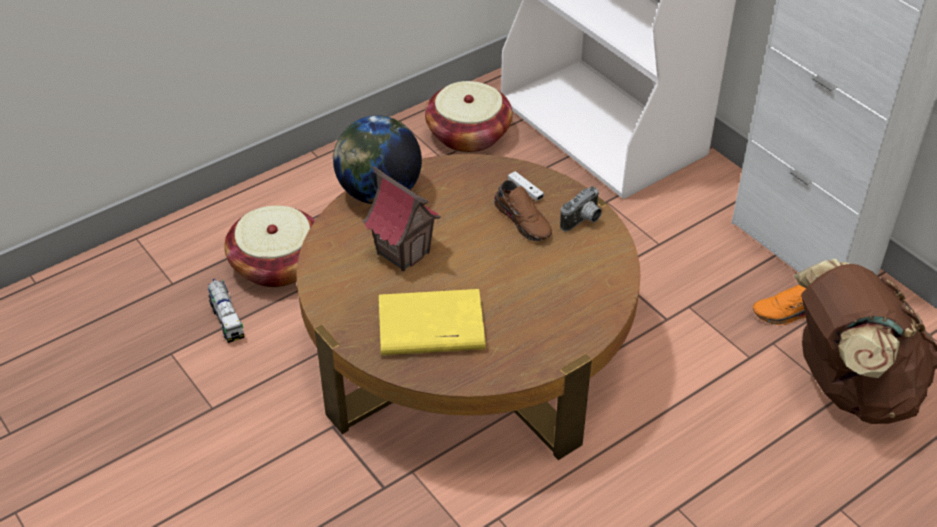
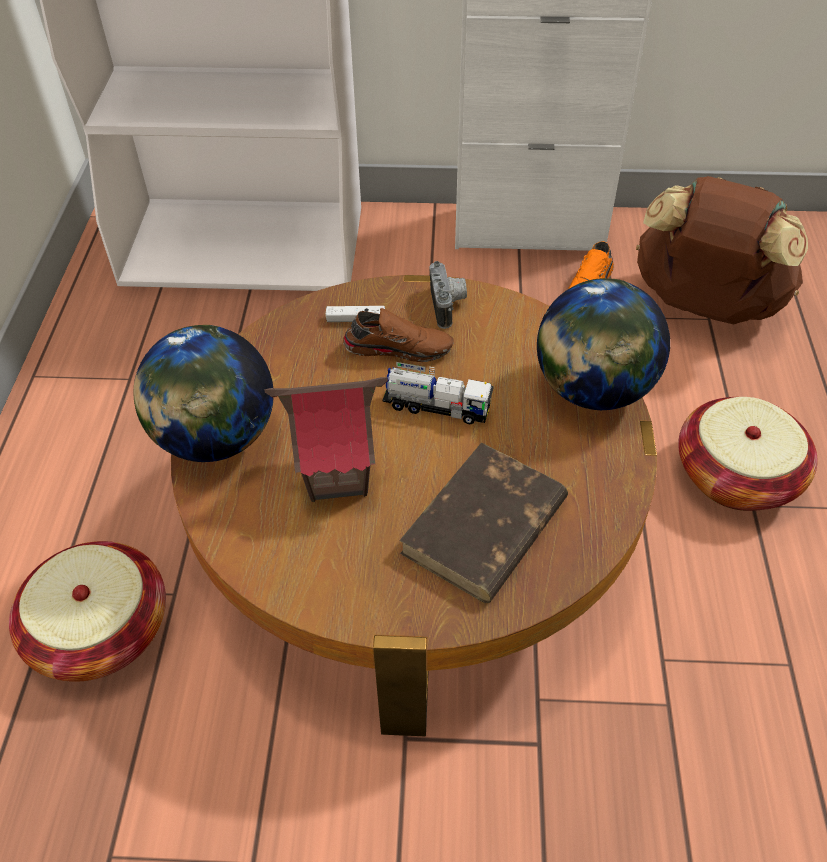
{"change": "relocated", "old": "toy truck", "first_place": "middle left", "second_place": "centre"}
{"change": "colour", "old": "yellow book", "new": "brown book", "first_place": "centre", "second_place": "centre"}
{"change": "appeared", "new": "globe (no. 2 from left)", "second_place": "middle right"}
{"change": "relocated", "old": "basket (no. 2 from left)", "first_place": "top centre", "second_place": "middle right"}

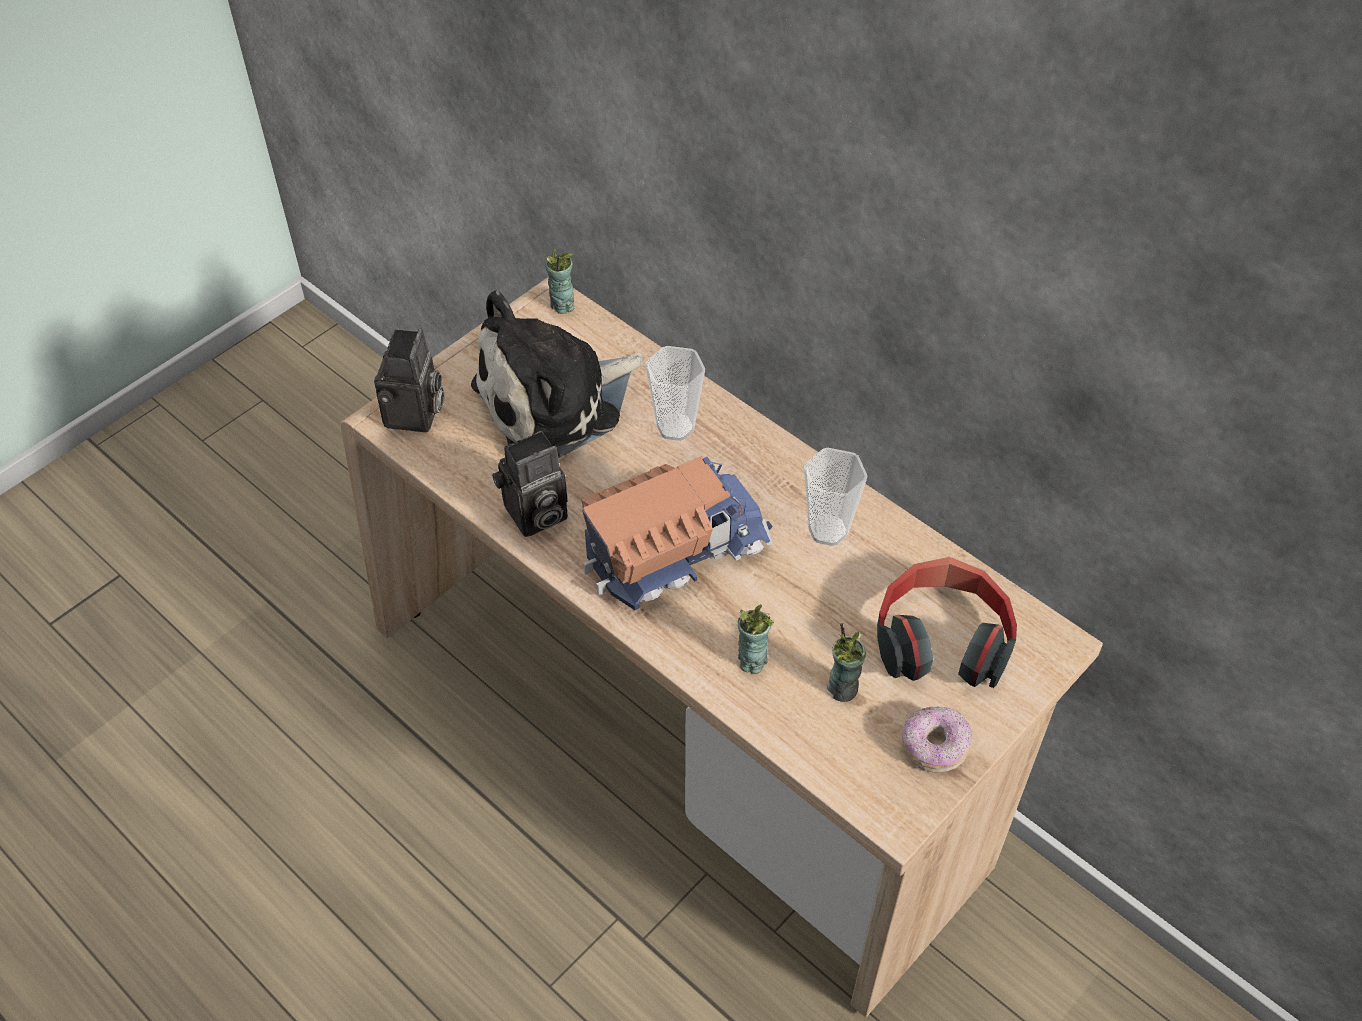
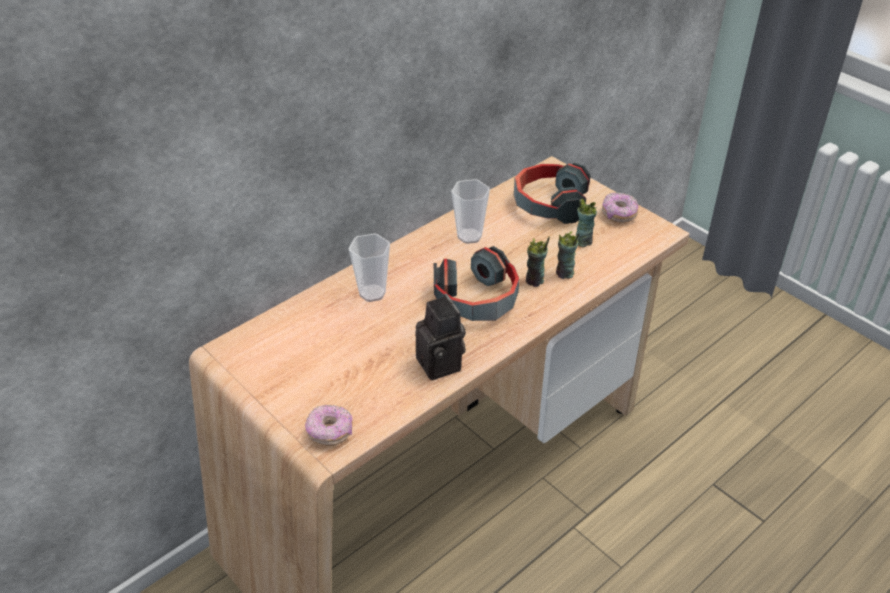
{"change": "exchanged", "old": "photo camera (no. 1 from left)", "new": "donut (no. 1 from left)", "first_place": "middle left", "second_place": "bottom centre"}
{"change": "exchanged", "old": "toy truck", "new": "headphones (no. 1 from left)", "first_place": "centre", "second_place": "centre"}
{"change": "relocated", "old": "cup (no. 1 from left in the first image)", "new": "cup (no. 3 from left)", "first_place": "top centre", "second_place": "centre"}
{"change": "missing", "old": "plush toy", "first_place": "centre"}

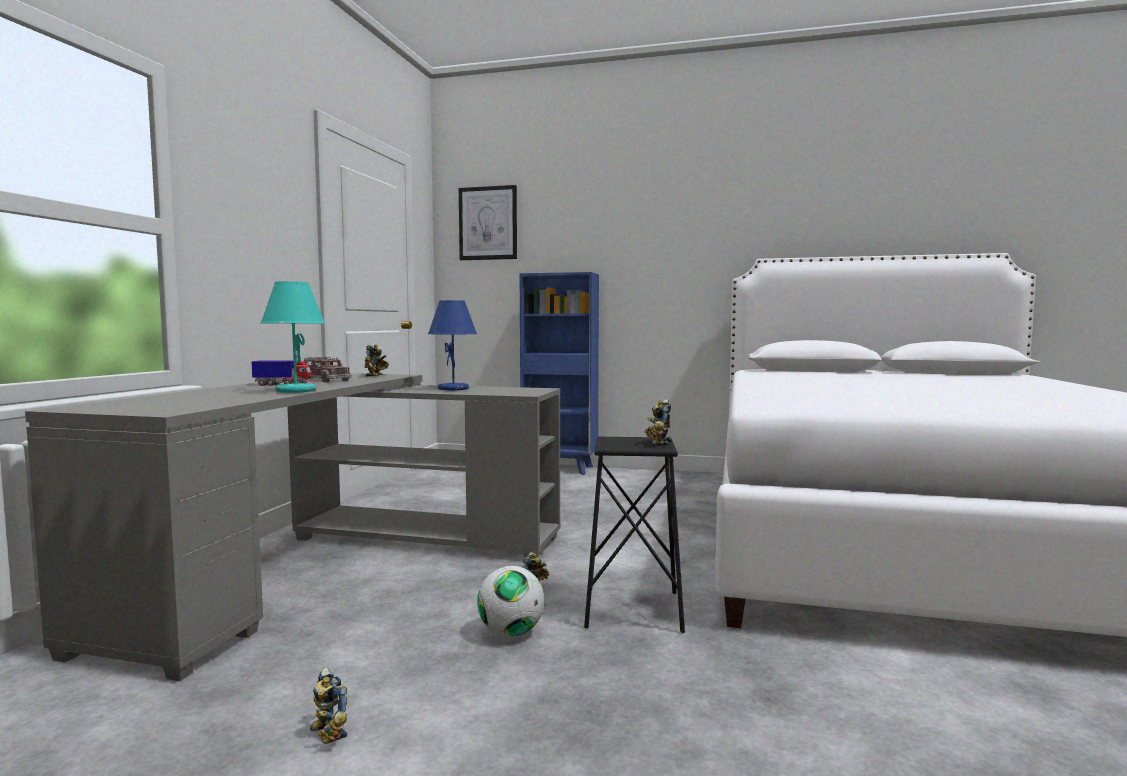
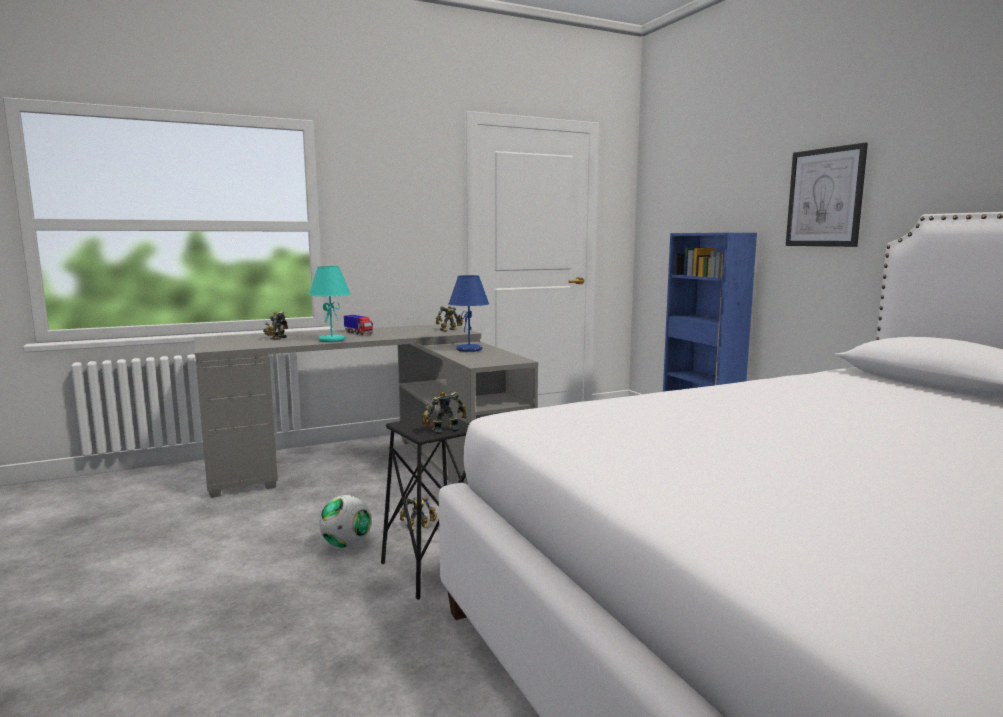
{"change": "relocated", "old": "toy robot (no. 1 from left)", "first_place": "bottom left", "second_place": "middle left"}
{"change": "relocated", "old": "picture", "first_place": "top centre", "second_place": "top right"}
{"change": "missing", "old": "toy truck (no. 2 from left)", "first_place": "middle left"}

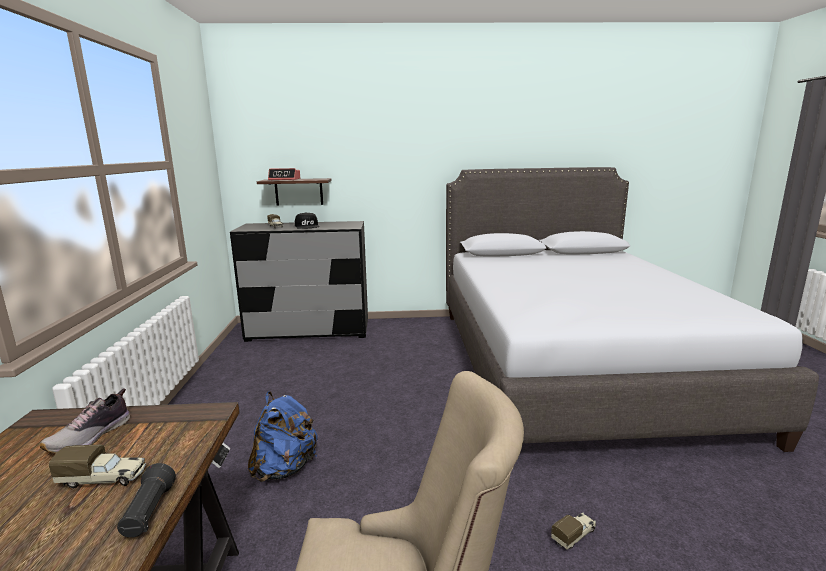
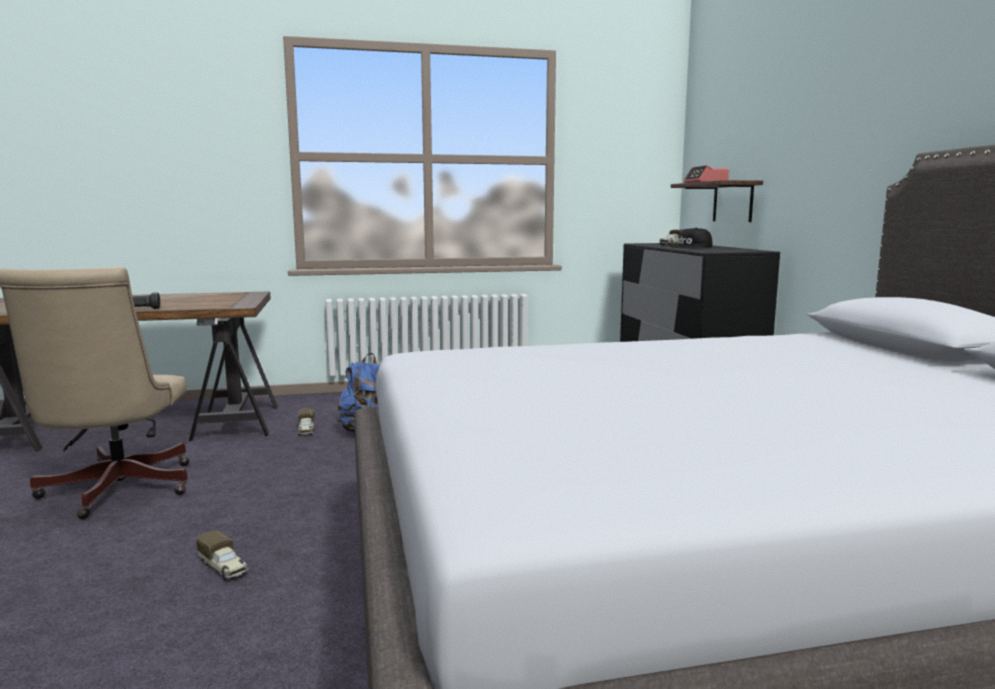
{"change": "relocated", "old": "toy truck (no. 1 from left in the first image)", "new": "toy truck (no. 2 from left)", "first_place": "bottom left", "second_place": "middle left"}
{"change": "missing", "old": "shoe", "first_place": "bottom left"}

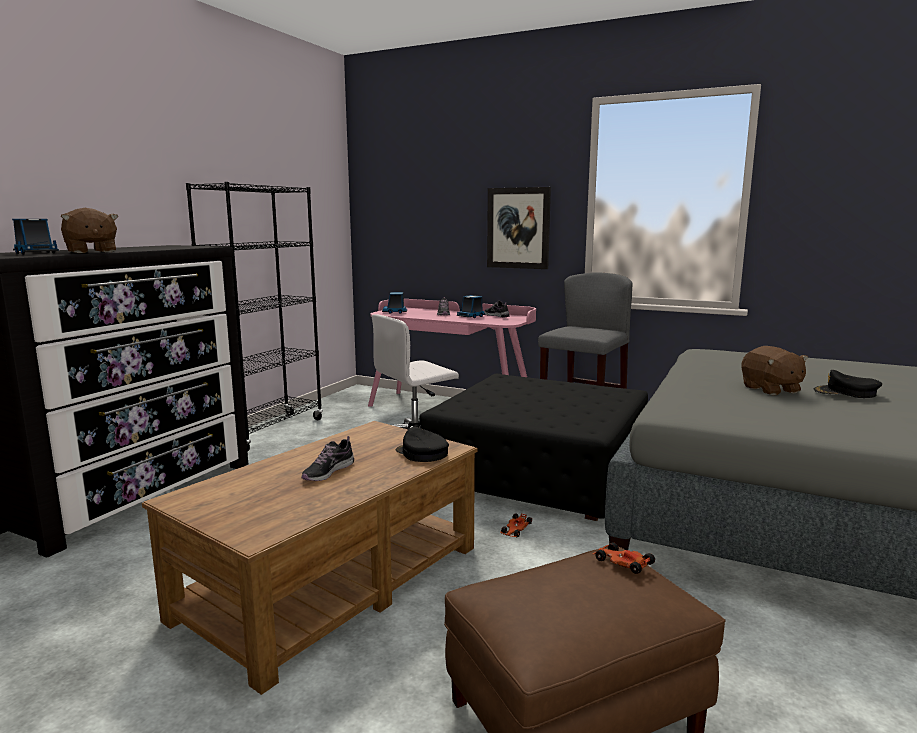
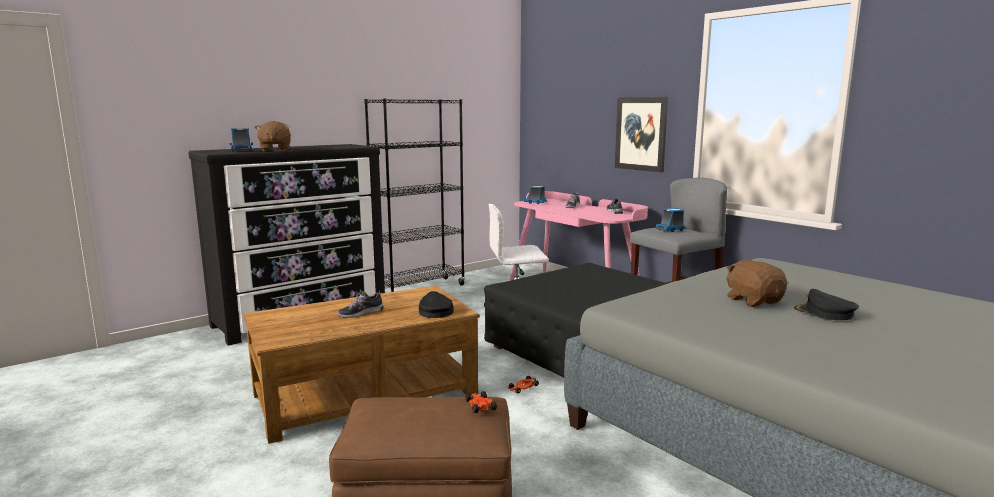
{"change": "relocated", "old": "toy truck (no. 3 from left)", "first_place": "centre", "second_place": "middle right"}
{"change": "spun", "old": "brown plush toy (no. 2 from left)", "first_place": "middle right", "second_place": "middle right", "degrees": 150}

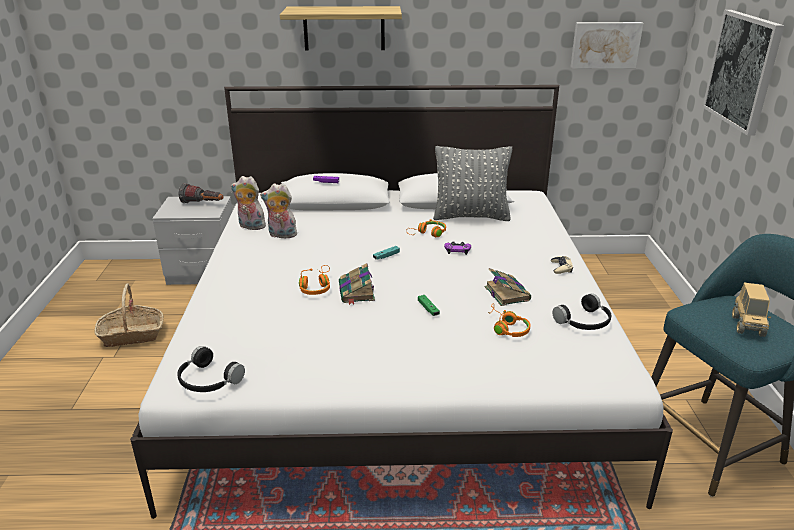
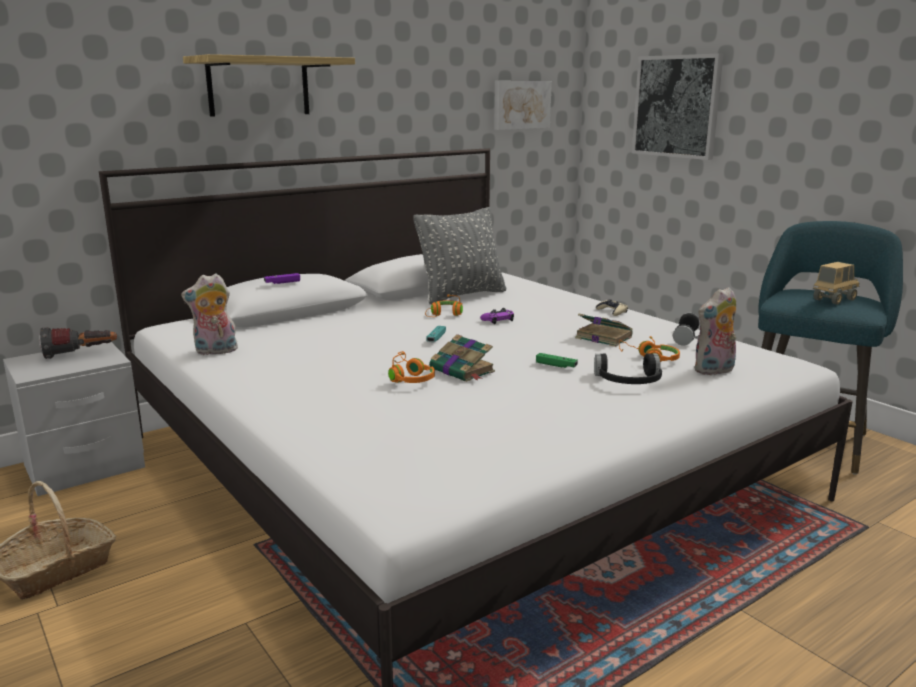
{"change": "relocated", "old": "black headphones (no. 1 from left)", "first_place": "bottom left", "second_place": "middle right"}
{"change": "relocated", "old": "plush toy (no. 2 from left)", "first_place": "centre", "second_place": "middle right"}
{"change": "spun", "old": "toy truck", "first_place": "middle right", "second_place": "middle right", "degrees": -105}

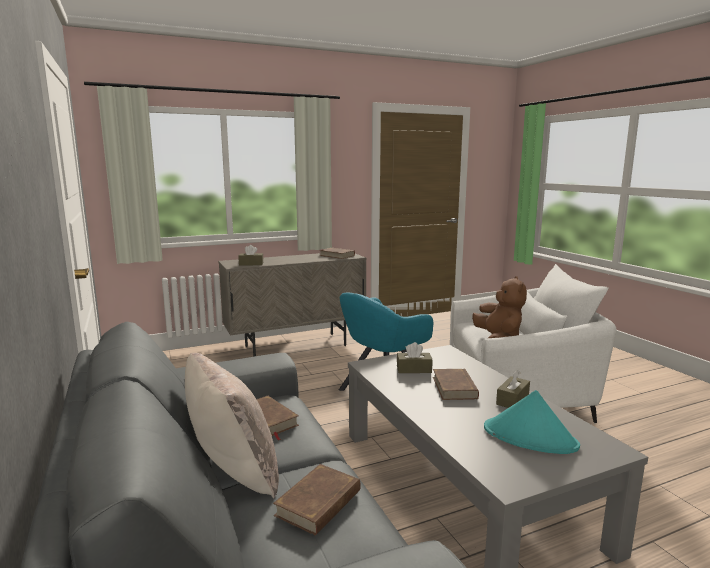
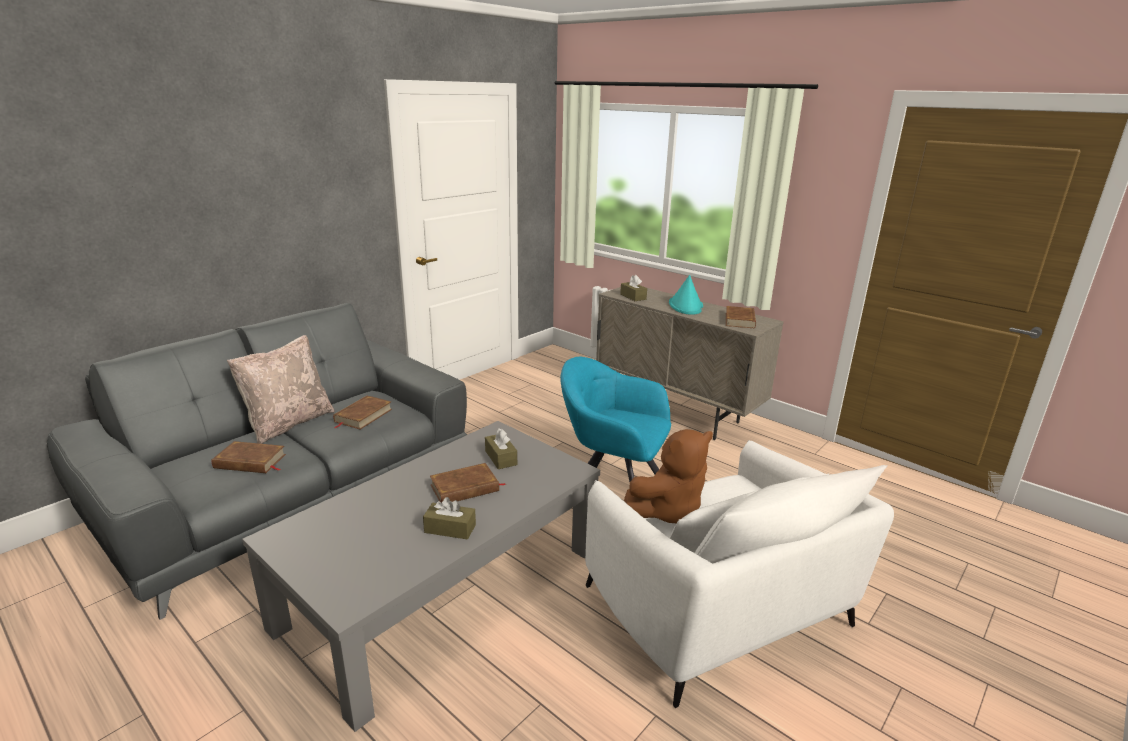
{"change": "relocated", "old": "turquoise hat", "first_place": "bottom right", "second_place": "centre"}

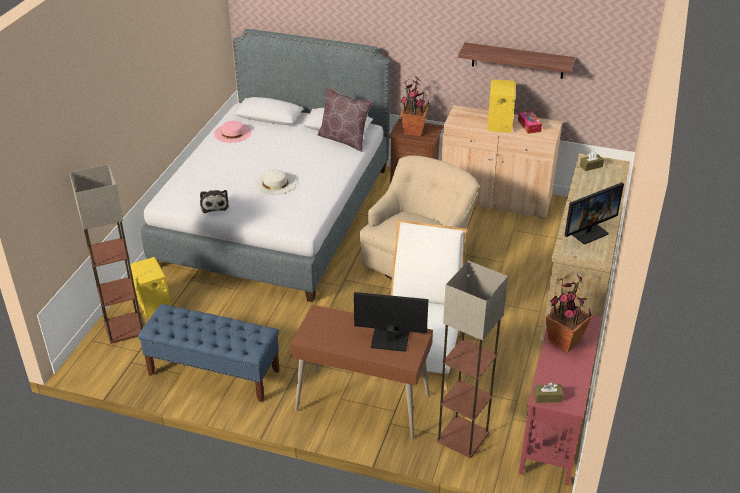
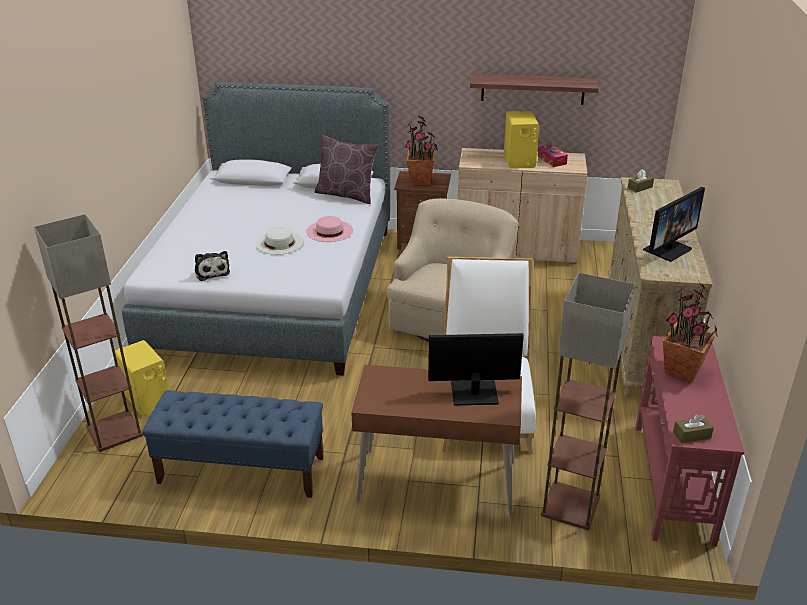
{"change": "relocated", "old": "pink hat", "first_place": "top left", "second_place": "centre"}

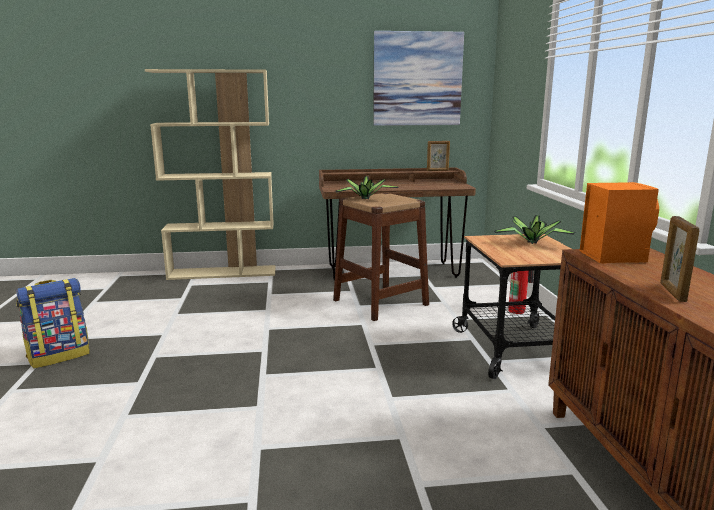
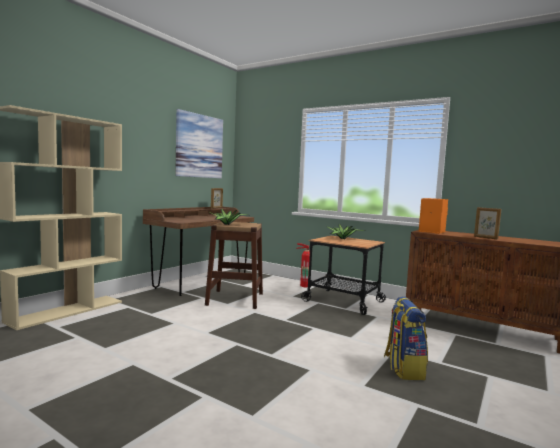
{"change": "relocated", "old": "backpack", "first_place": "middle left", "second_place": "bottom right"}

